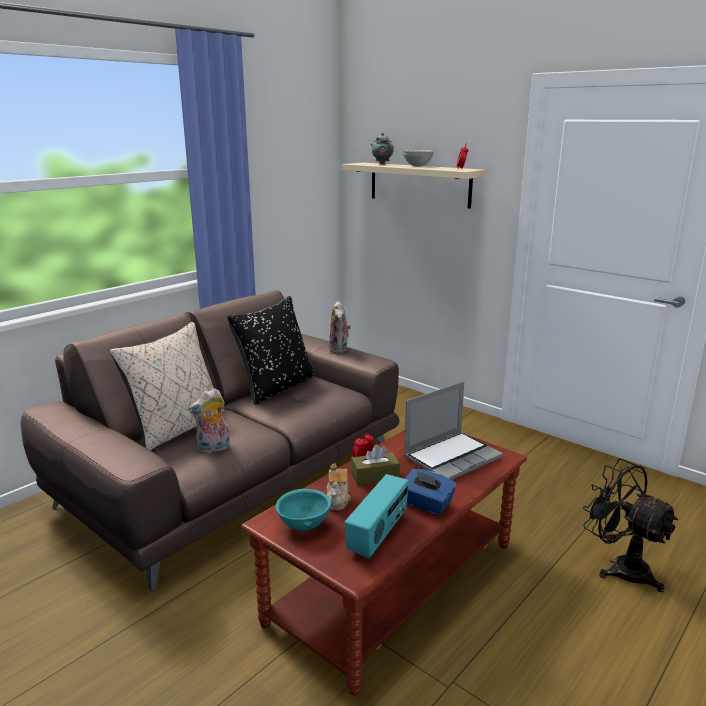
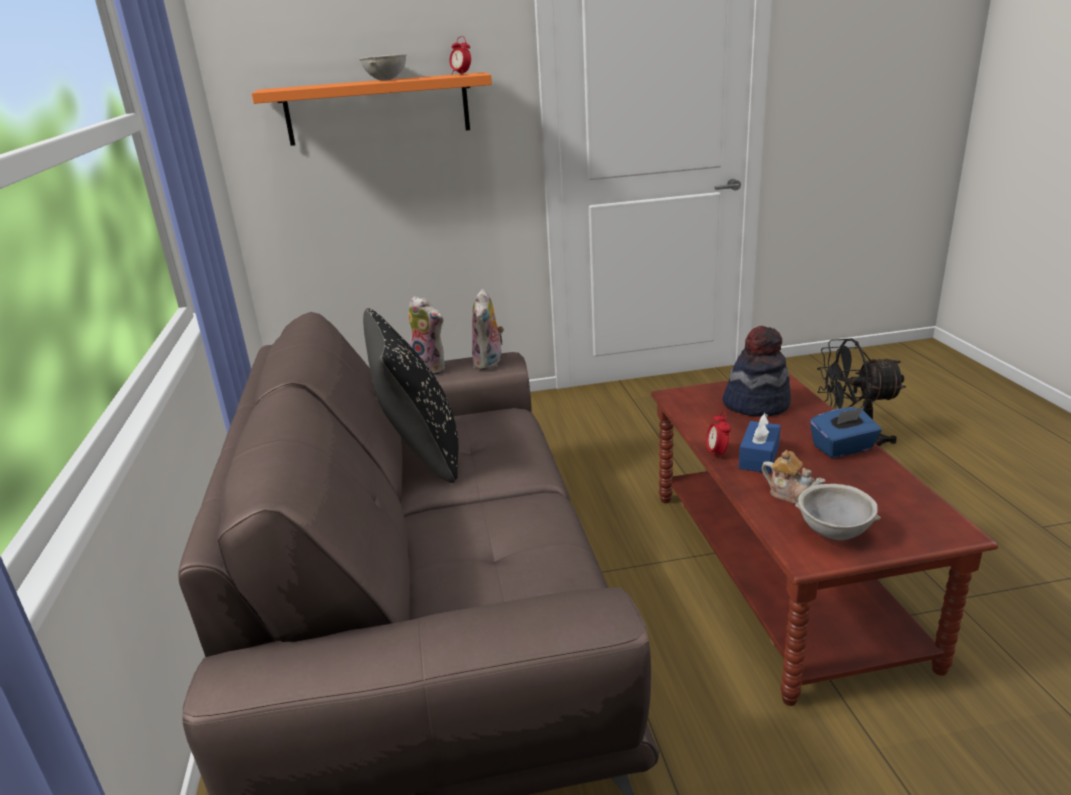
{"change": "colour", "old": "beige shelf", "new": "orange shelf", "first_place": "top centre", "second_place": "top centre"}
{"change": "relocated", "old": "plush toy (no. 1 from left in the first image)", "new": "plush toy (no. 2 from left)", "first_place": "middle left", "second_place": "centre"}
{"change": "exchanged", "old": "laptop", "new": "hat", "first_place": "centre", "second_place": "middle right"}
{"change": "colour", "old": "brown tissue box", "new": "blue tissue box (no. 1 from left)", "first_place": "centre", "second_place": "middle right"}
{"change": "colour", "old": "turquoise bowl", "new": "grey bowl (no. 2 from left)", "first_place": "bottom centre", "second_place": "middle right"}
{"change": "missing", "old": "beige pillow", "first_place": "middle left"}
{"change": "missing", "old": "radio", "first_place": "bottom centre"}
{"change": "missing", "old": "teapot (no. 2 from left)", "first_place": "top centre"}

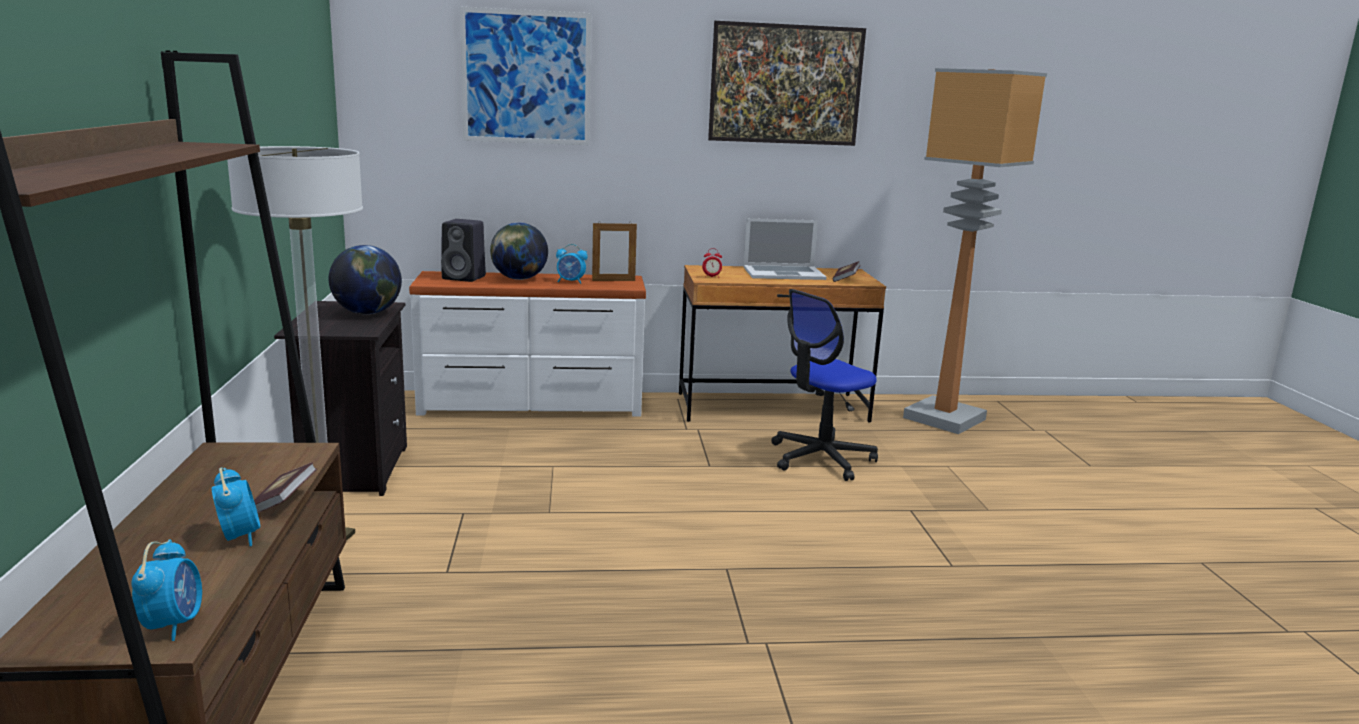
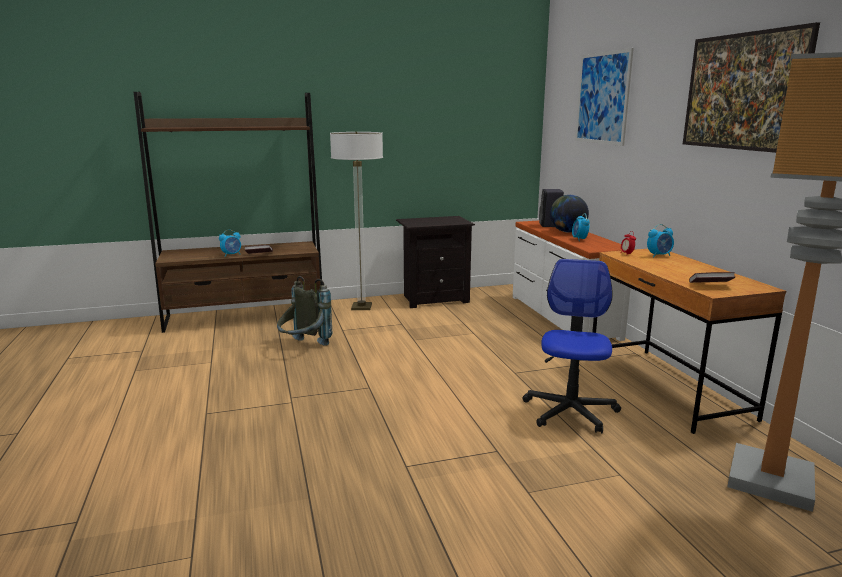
{"change": "appeared", "new": "grey backpack", "second_place": "centre"}
{"change": "spun", "old": "office chair", "first_place": "centre", "second_place": "middle right", "degrees": 60}
{"change": "relocated", "old": "alarm clock (no. 1 from left in the first image)", "new": "alarm clock (no. 4 from left)", "first_place": "bottom left", "second_place": "middle right"}
{"change": "missing", "old": "globe (no. 1 from left)", "first_place": "middle left"}
{"change": "missing", "old": "picture frame", "first_place": "centre"}
{"change": "missing", "old": "laptop", "first_place": "centre"}

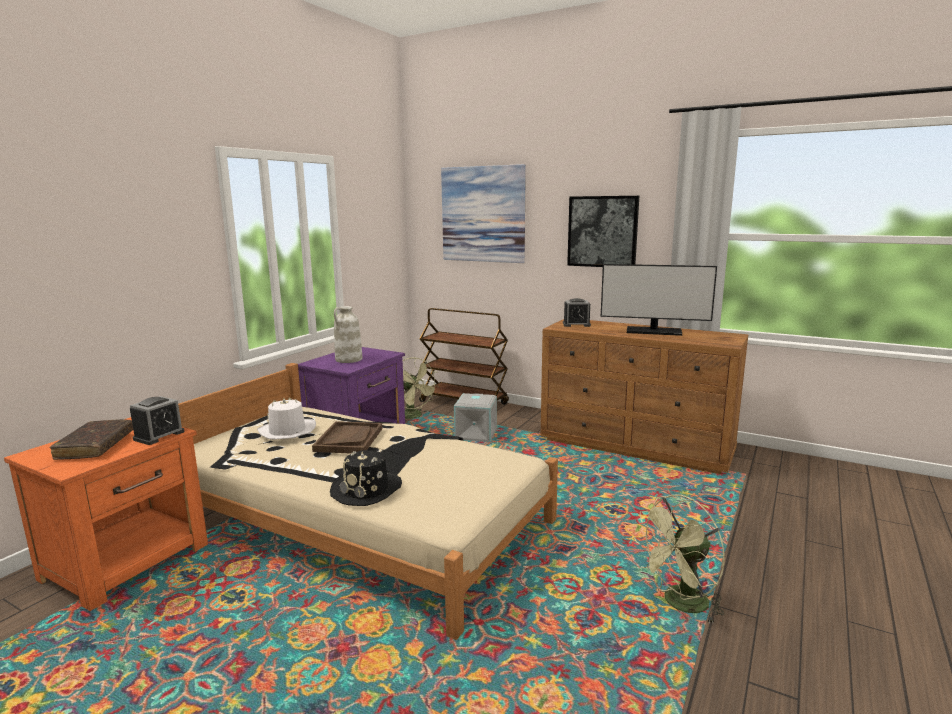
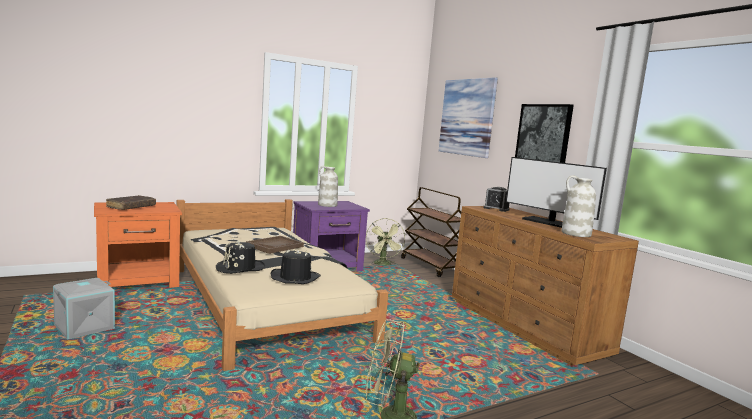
{"change": "relocated", "old": "grey storage box", "first_place": "centre", "second_place": "bottom left"}
{"change": "appeared", "new": "black hat (no. 2 from left)", "second_place": "centre"}
{"change": "appeared", "new": "white vase (no. 2 from left)", "second_place": "middle right"}
{"change": "missing", "old": "alarm clock (no. 1 from left)", "first_place": "middle left"}
{"change": "missing", "old": "white hat", "first_place": "middle left"}

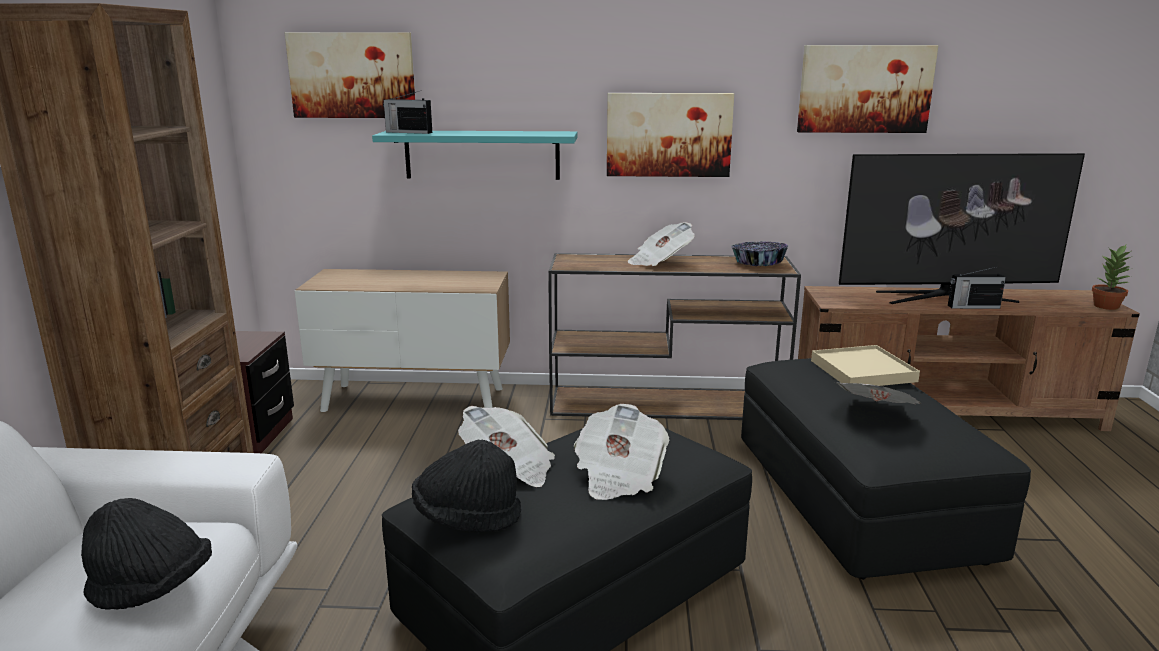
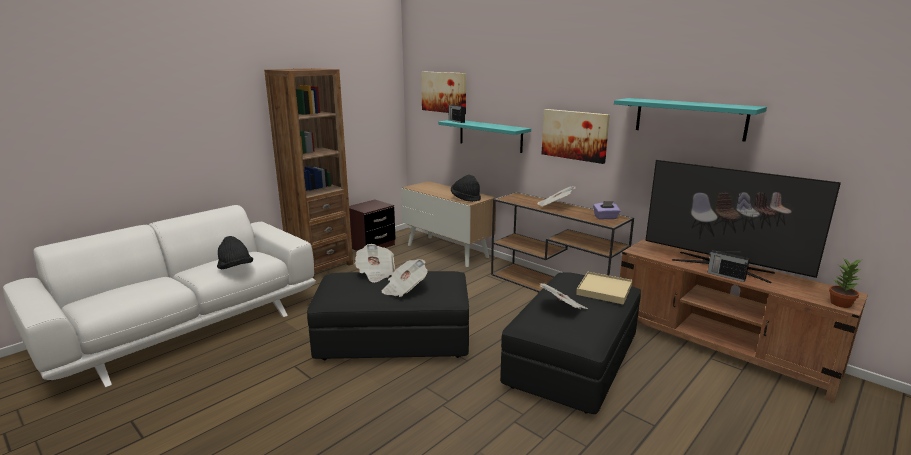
{"change": "relocated", "old": "black hat (no. 2 from left)", "first_place": "bottom centre", "second_place": "centre"}
{"change": "exchanged", "old": "bowl", "new": "purple tissue box", "first_place": "centre", "second_place": "centre"}
{"change": "exchanged", "old": "picture (no. 3 from left)", "new": "turquoise shelf (no. 2 from left)", "first_place": "top right", "second_place": "top right"}

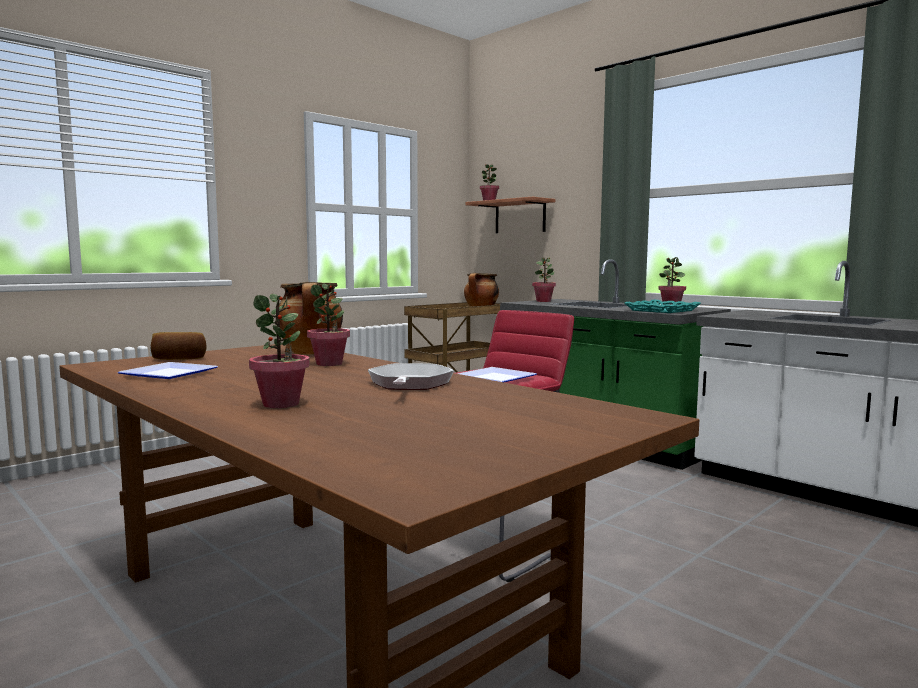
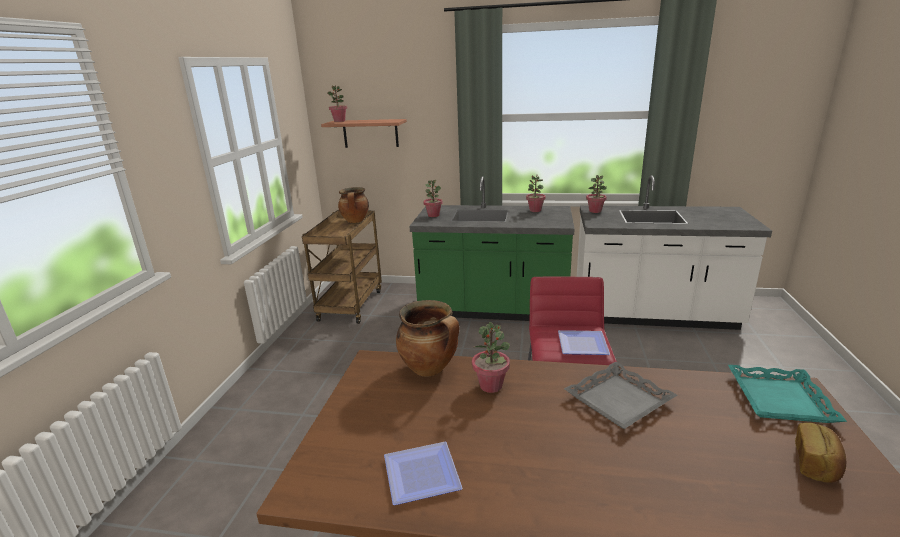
{"change": "exchanged", "old": "frying pan", "new": "grey tray", "first_place": "centre", "second_place": "bottom right"}
{"change": "relocated", "old": "potted plant (no. 1 from left in the first image)", "new": "potted plant (no. 5 from left)", "first_place": "middle left", "second_place": "centre"}
{"change": "relocated", "old": "turquoise tray", "first_place": "middle right", "second_place": "bottom right"}
{"change": "relocated", "old": "bread", "first_place": "middle left", "second_place": "bottom right"}

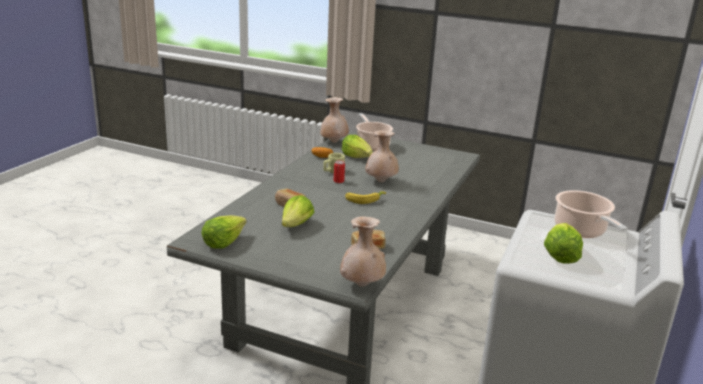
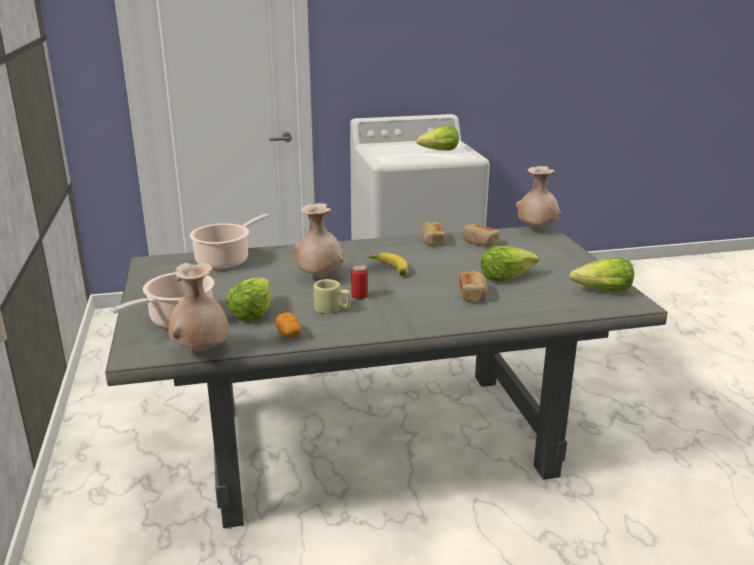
{"change": "relocated", "old": "cooking pot (no. 2 from left)", "first_place": "middle right", "second_place": "middle left"}
{"change": "appeared", "new": "bread (no. 1 from left)", "second_place": "centre"}

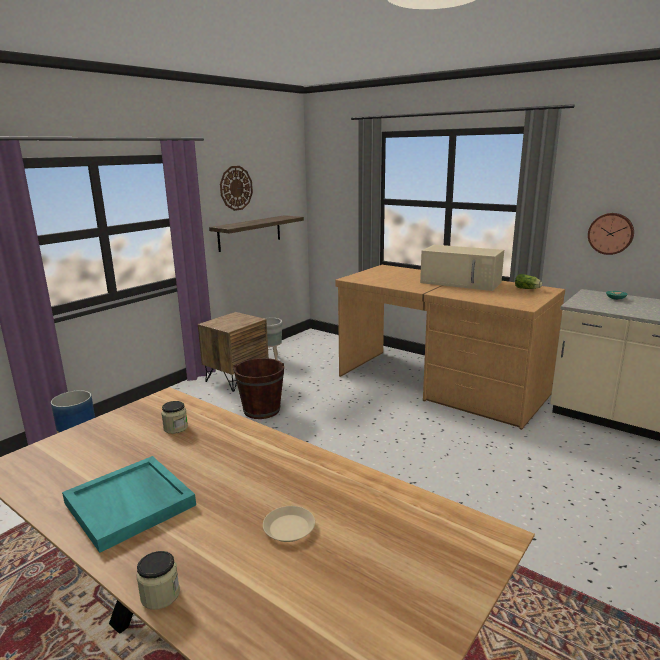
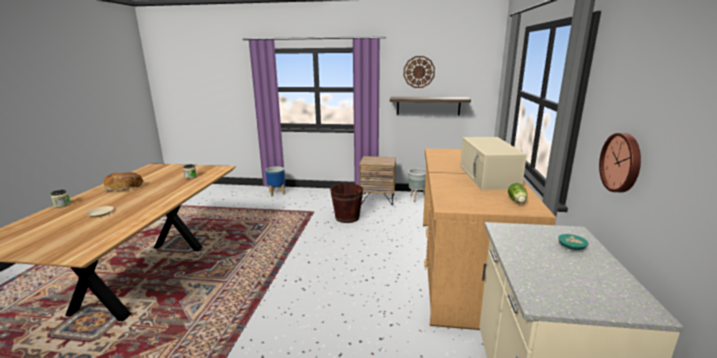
{"change": "exchanged", "old": "turquoise tray", "new": "bread", "first_place": "bottom left", "second_place": "middle left"}

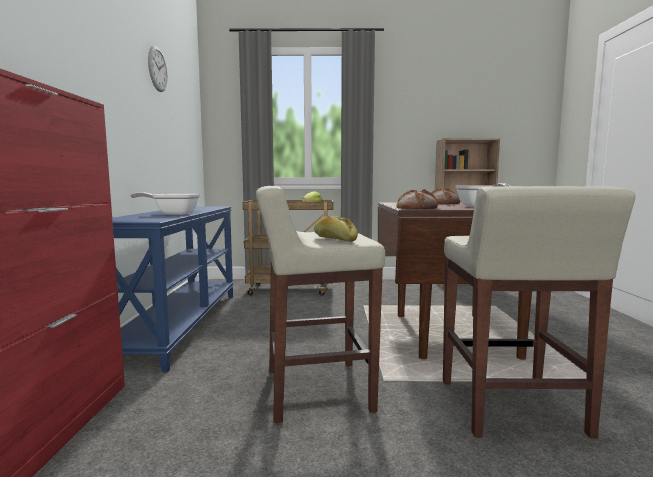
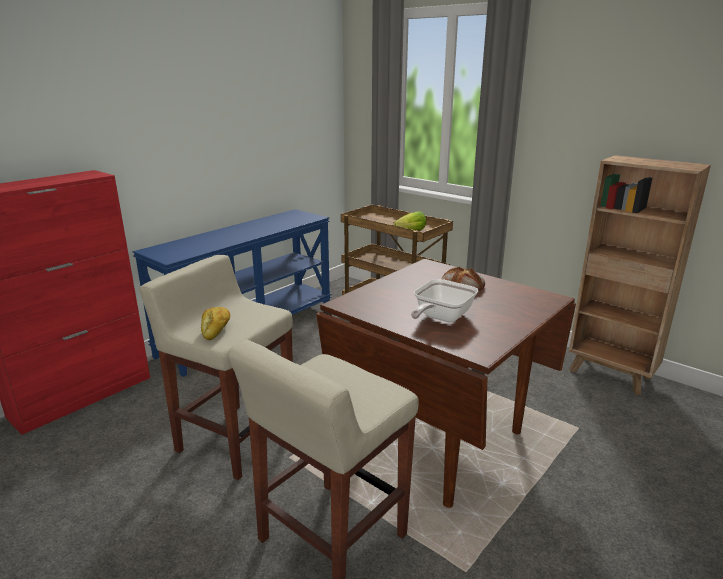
{"change": "missing", "old": "frying pan (no. 1 from left)", "first_place": "middle left"}
{"change": "missing", "old": "wall clock", "first_place": "top left"}
{"change": "missing", "old": "bread (no. 2 from left)", "first_place": "centre"}

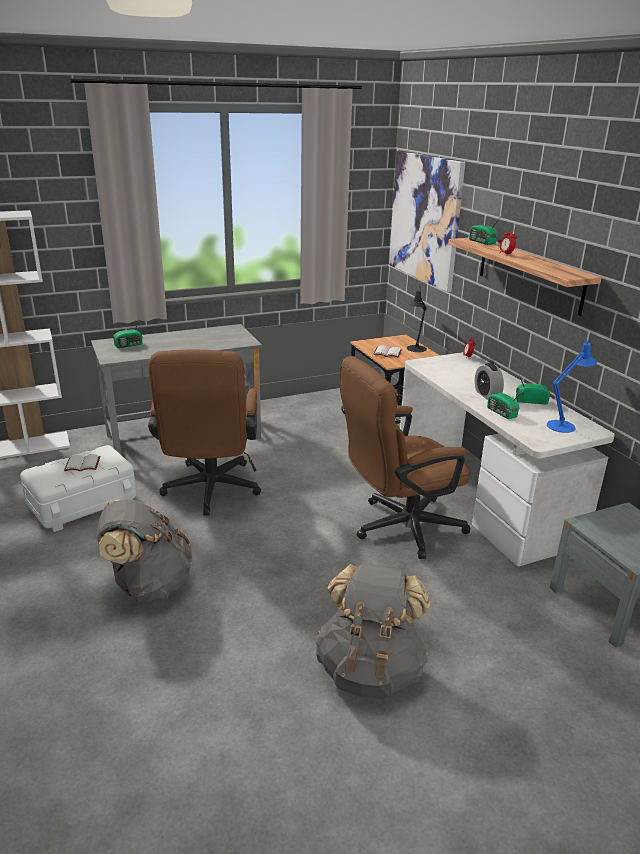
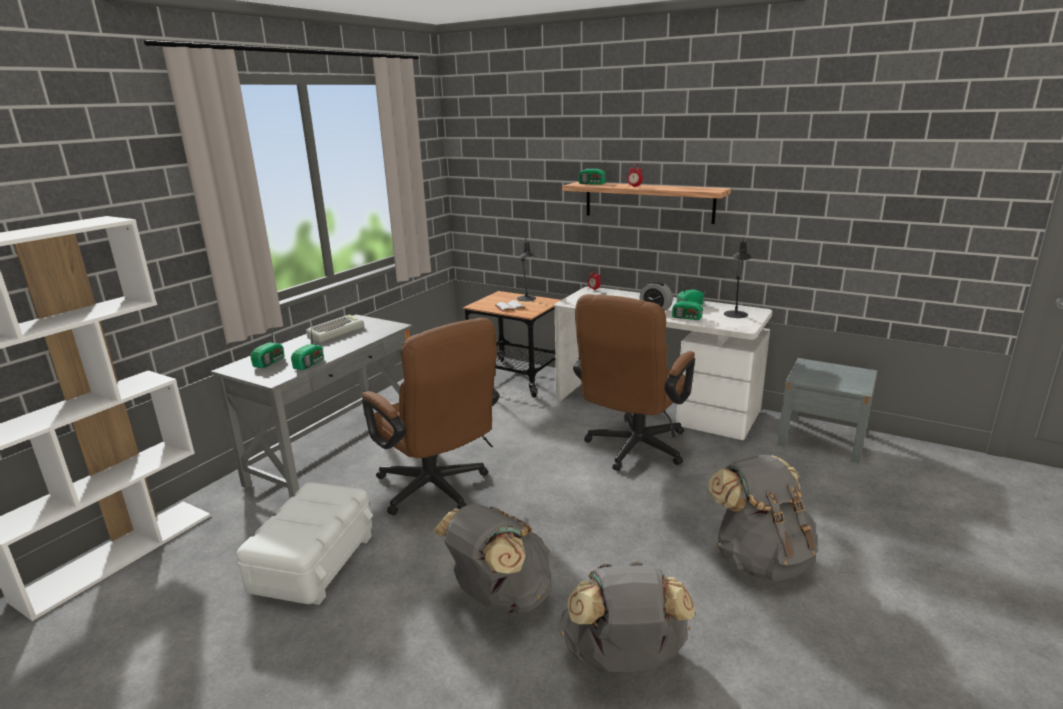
{"change": "appeared", "new": "radio (no. 2 from left)", "second_place": "middle left"}
{"change": "appeared", "new": "keyboard", "second_place": "middle left"}
{"change": "appeared", "new": "grey backpack (no. 2 from left)", "second_place": "bottom centre"}
{"change": "colour", "old": "blue table lamp", "new": "black table lamp (no. 2 from left)", "first_place": "middle right", "second_place": "middle right"}
{"change": "missing", "old": "white book (no. 1 from left)", "first_place": "middle left"}
{"change": "missing", "old": "picture", "first_place": "top right"}

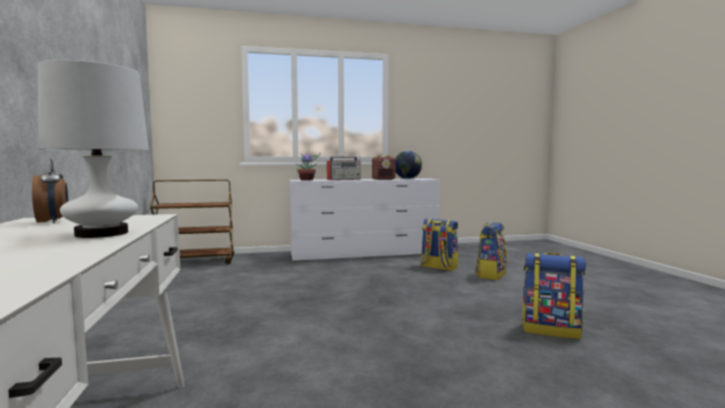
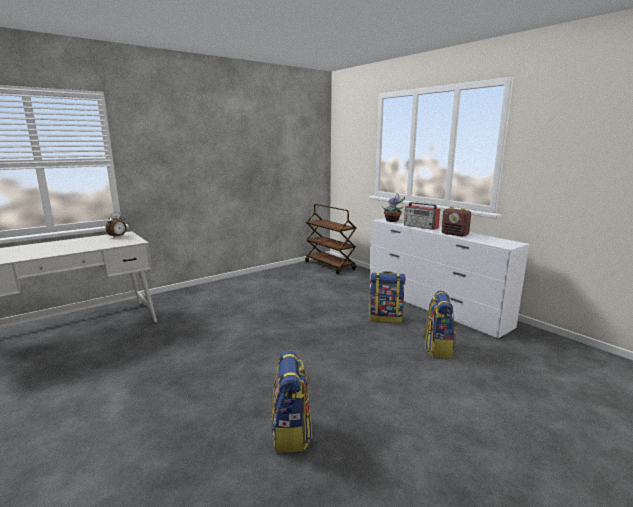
{"change": "relocated", "old": "backpack (no. 2 from left)", "first_place": "middle right", "second_place": "centre"}
{"change": "missing", "old": "white table lamp", "first_place": "middle left"}
{"change": "missing", "old": "globe", "first_place": "centre"}

